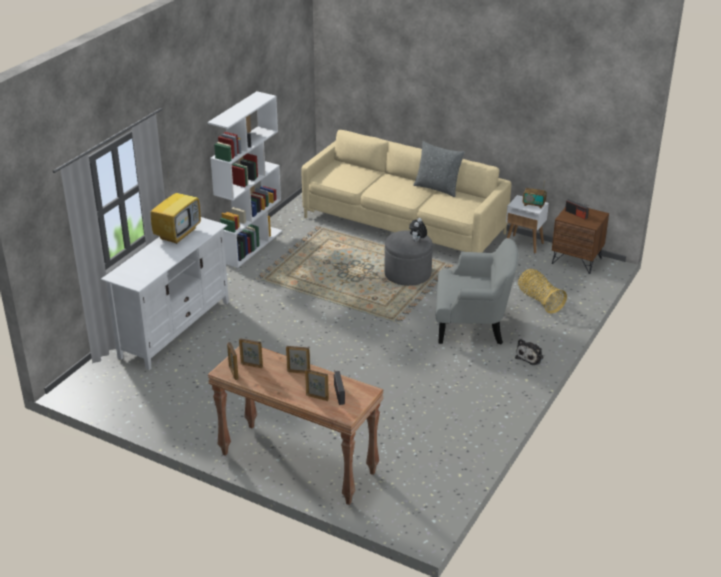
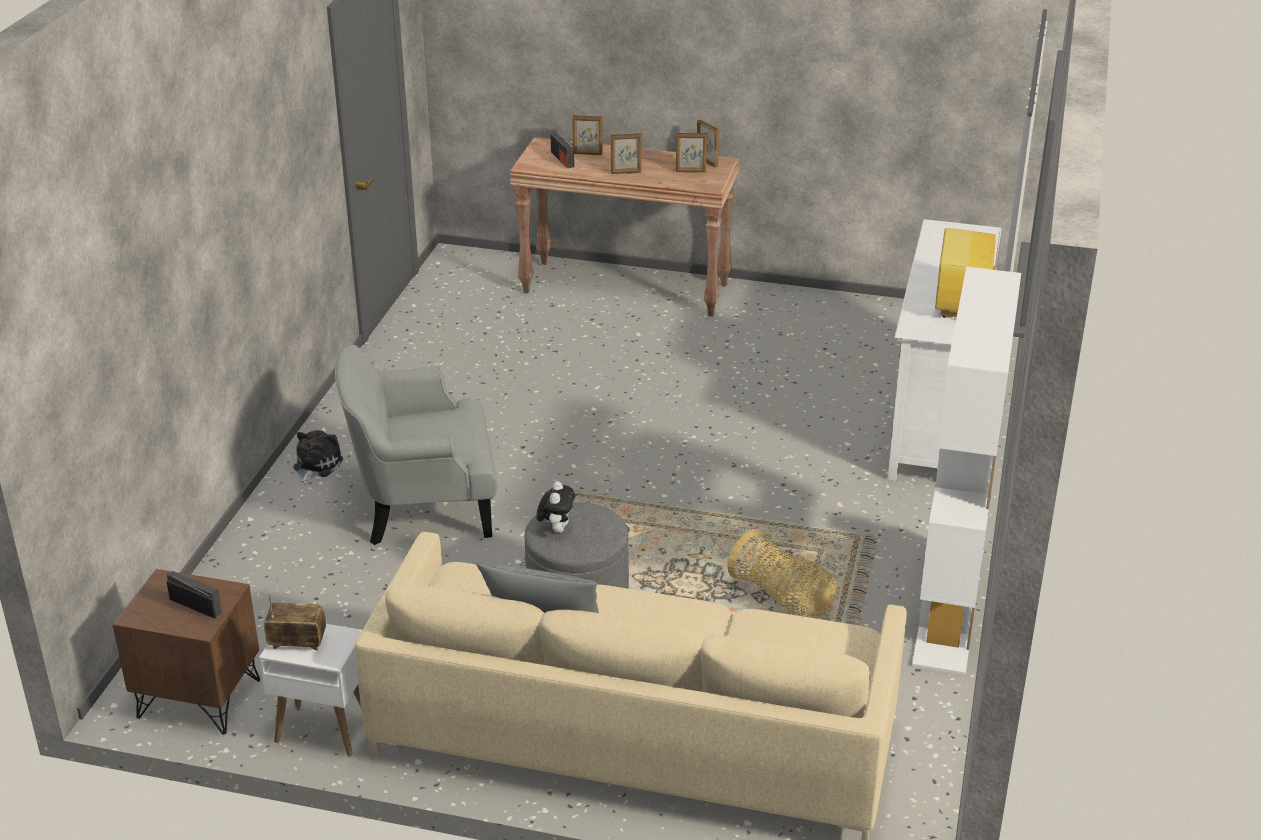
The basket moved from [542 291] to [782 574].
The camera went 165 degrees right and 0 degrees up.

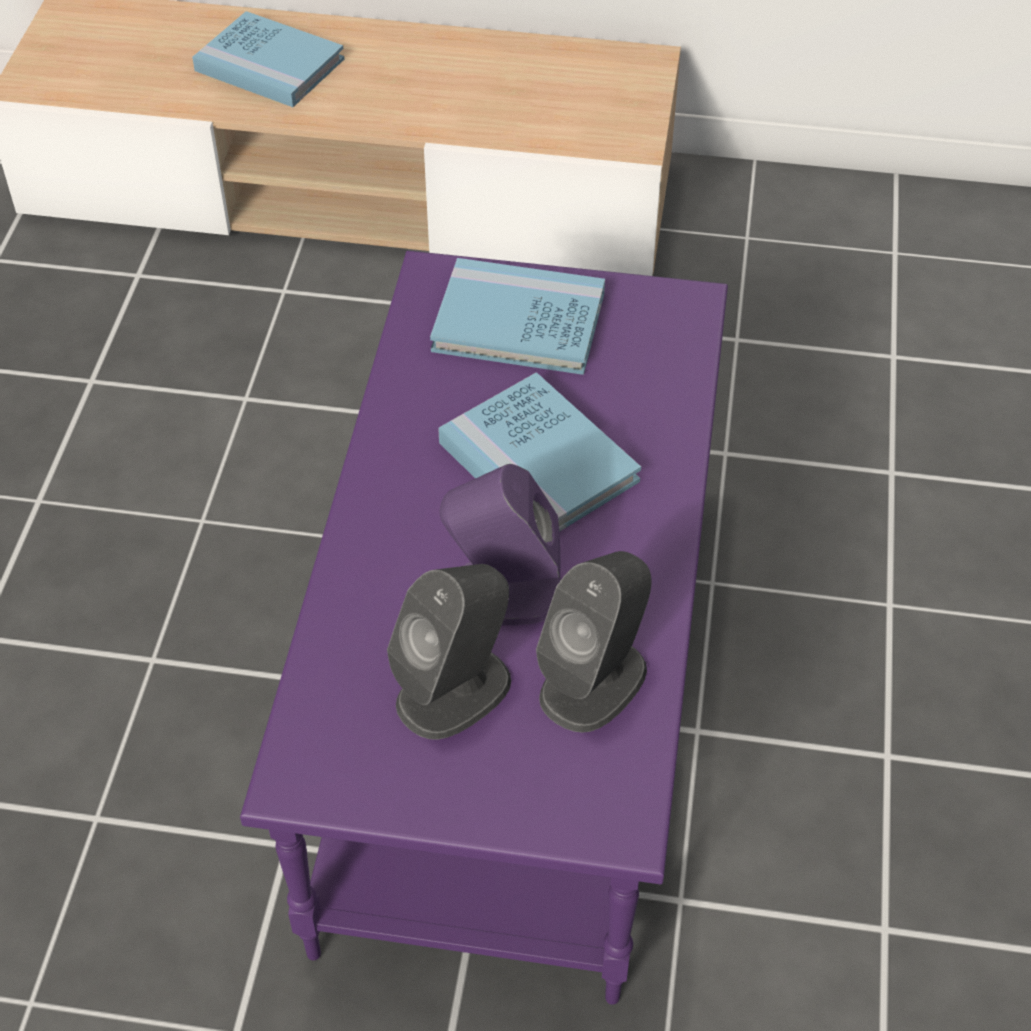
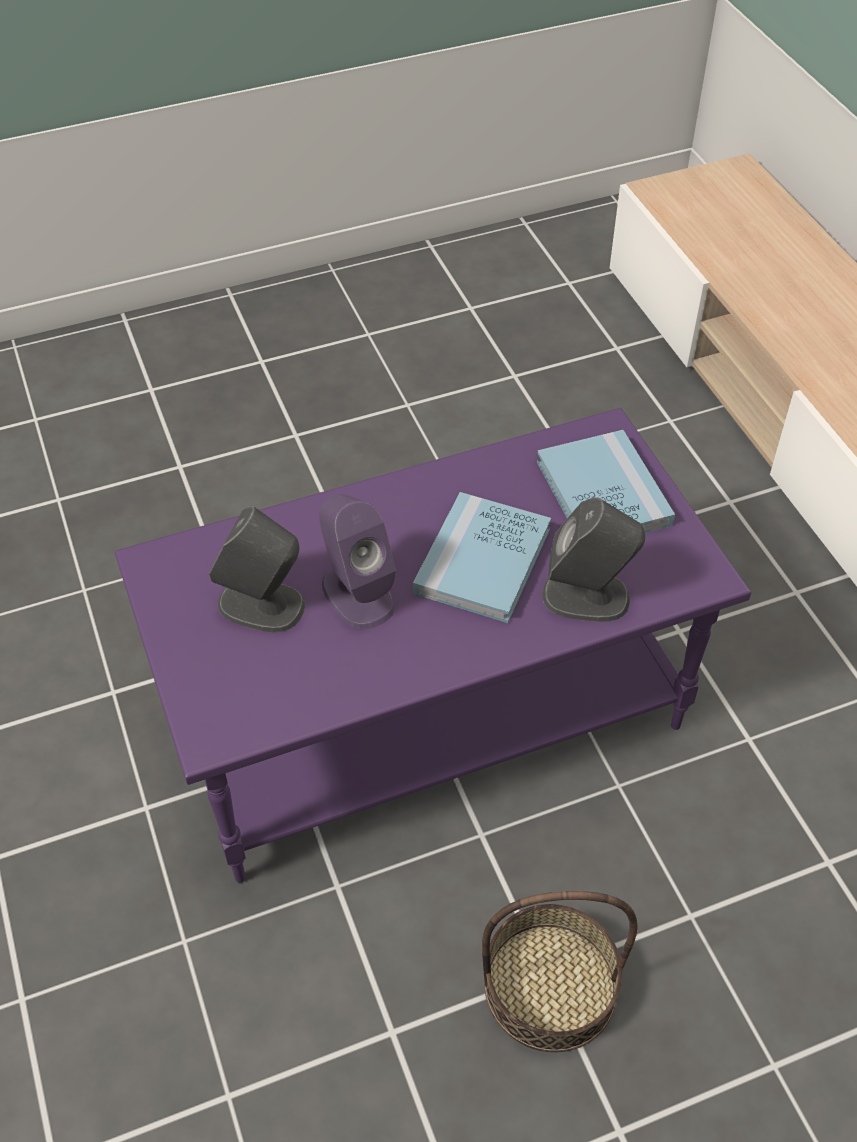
The volume (bluish) at [268 59] disappeared.
The audio speaker (grey) moved from [594 642] to [593 559].
The basket at [560 971] appeared.
The camera went 60 degrees right and 0 degrees up.

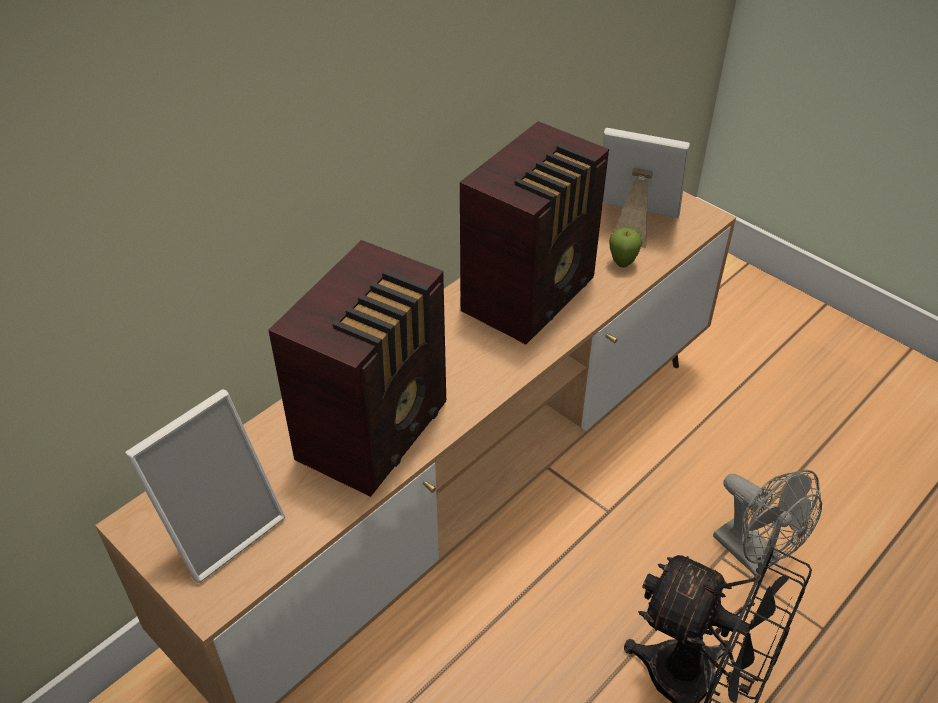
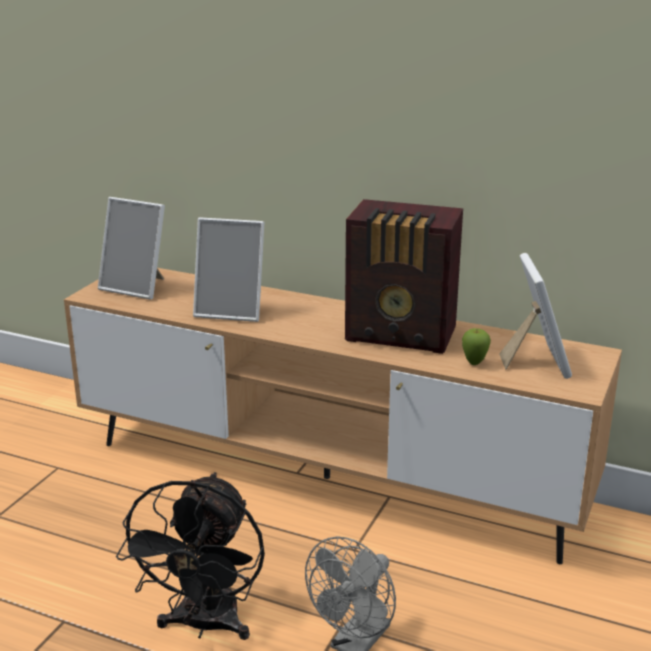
The radio at [357 368] was replaced by the standing frame at [228 269].
The camera went 70 degrees right and 20 degrees down.

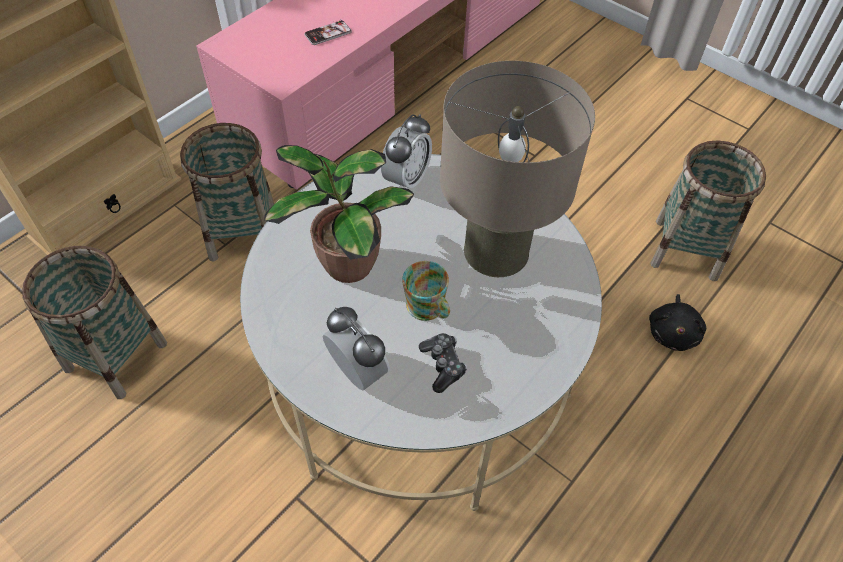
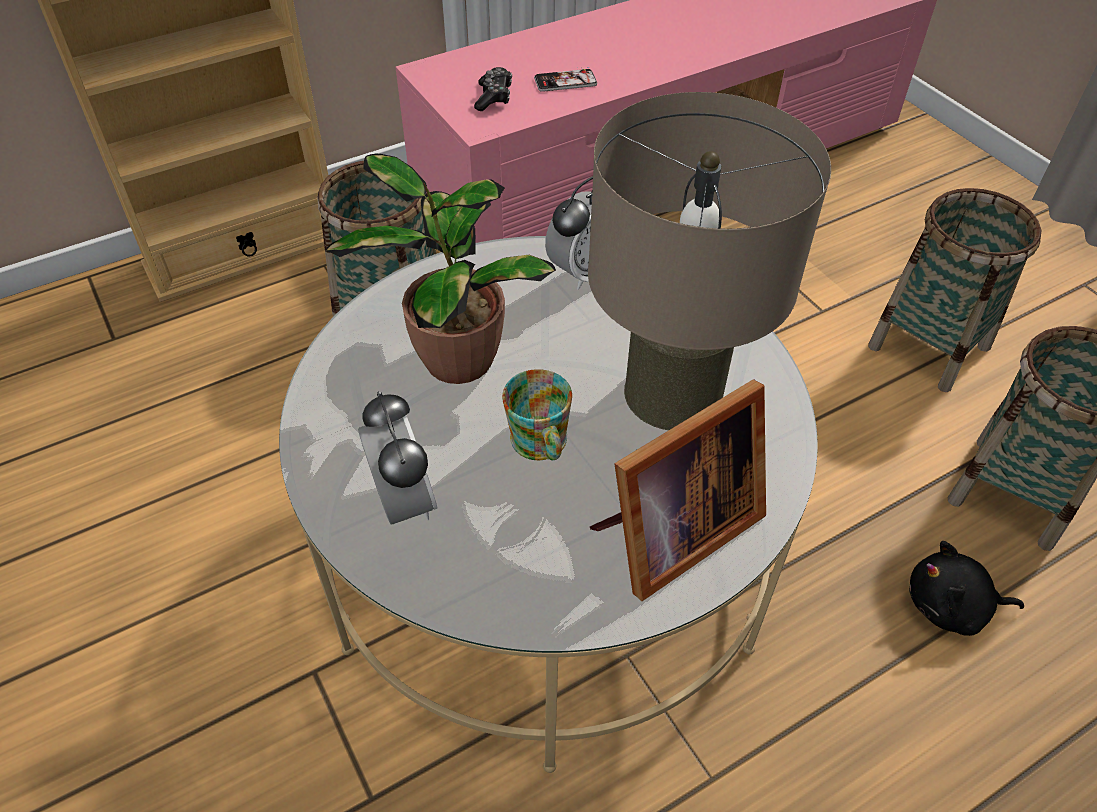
The basket moved from [94 322] to [954 290].
The joypad moved from [443 363] to [493 89].
The soft toy (black-coloured) at [677 322] turned 60 degrees clockwise.
The standing frame at [678 490] appeared.
The camera went 20 degrees right and 5 degrees down.

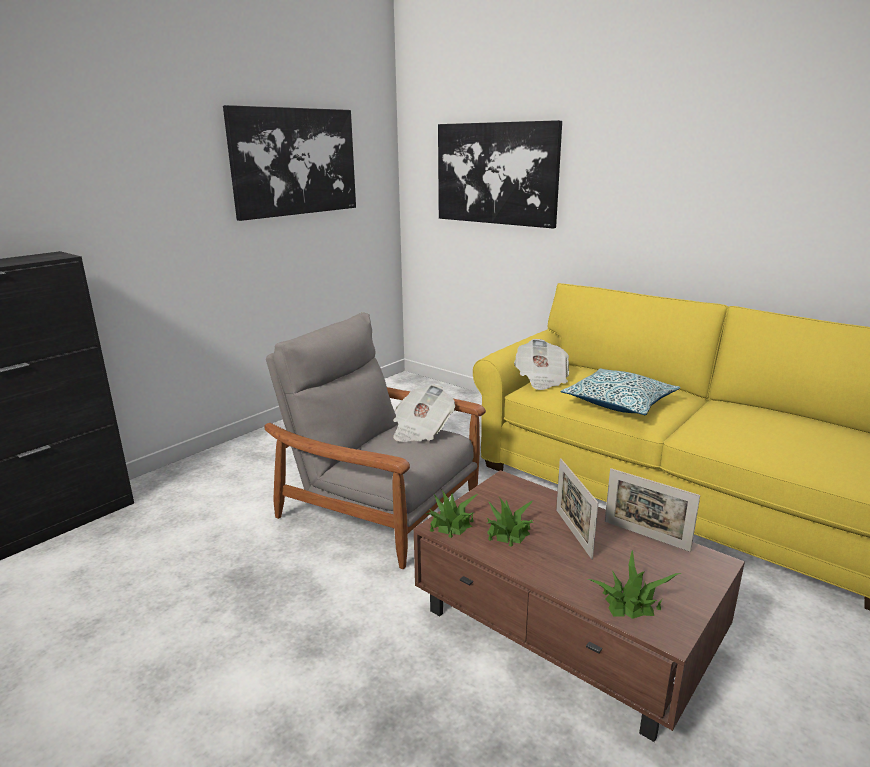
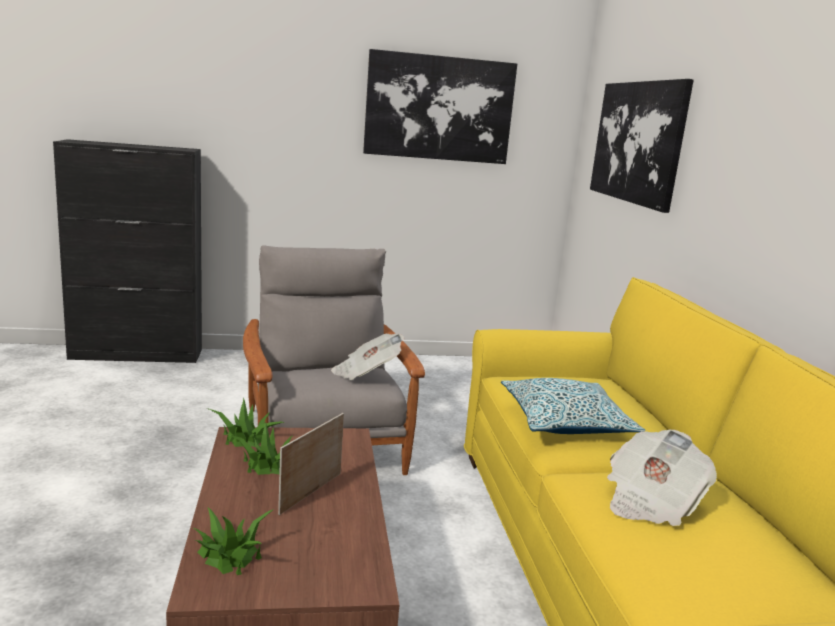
The printed paper moved from [541 364] to [662 478].
The standing frame at [652 510] disappeared.
The camera went 40 degrees right and 5 degrees down.

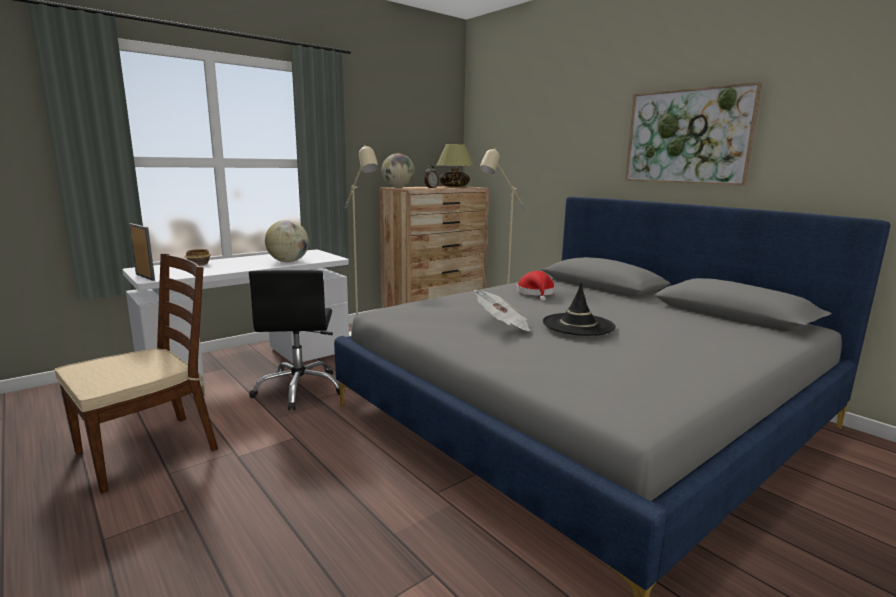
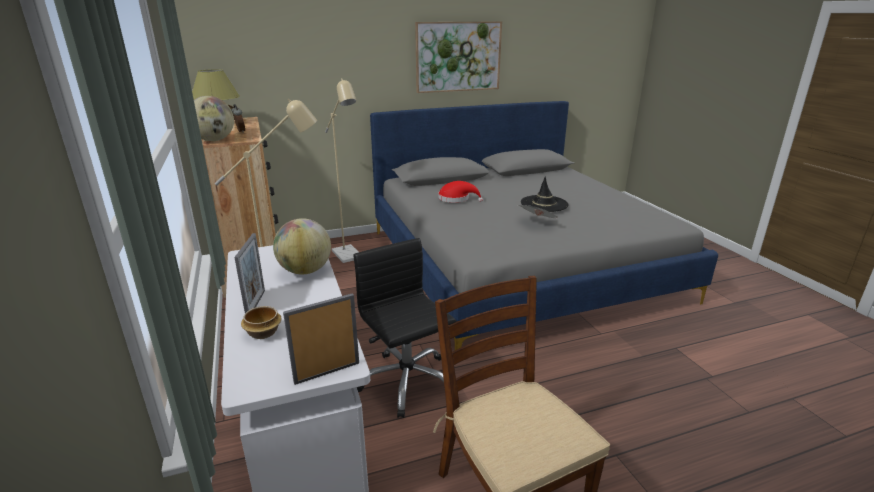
The computer chair (black-coloured) at [297 340] turned 135 degrees counterclockwise.
The standing frame at [249 273] appeared.
The camera went 70 degrees left and 10 degrees up.

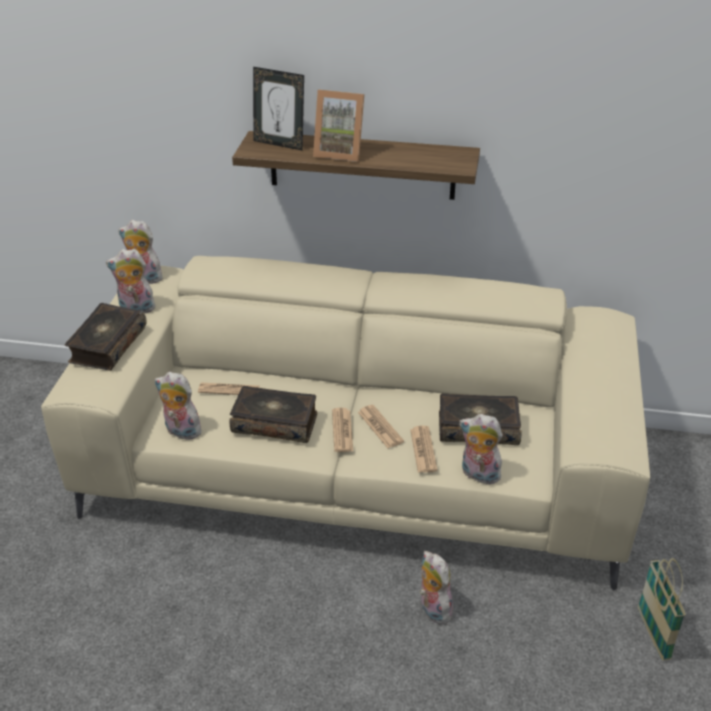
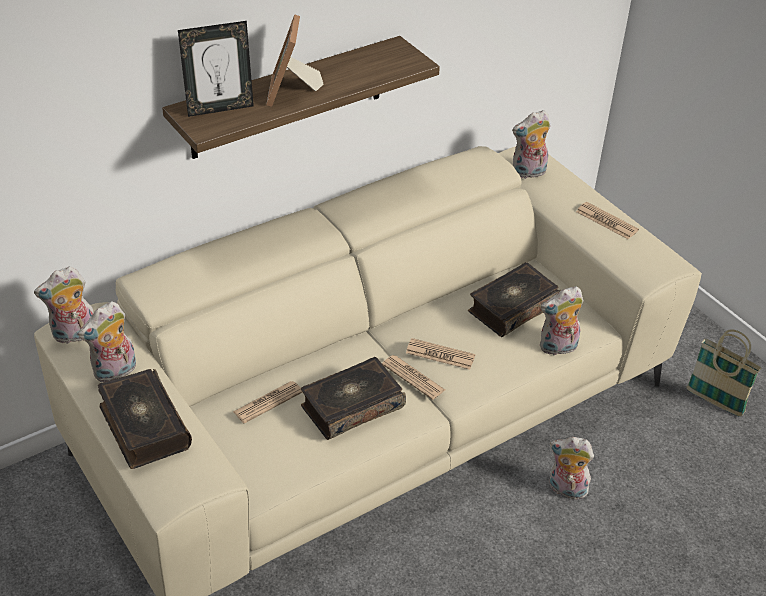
The soft toy moved from [177 406] to [531 144].
The standing frame at [338 126] turned 120 degrees clockwise.
The printed paper moved from [423 449] to [607 220].
The camera went 45 degrees left and 5 degrees up.

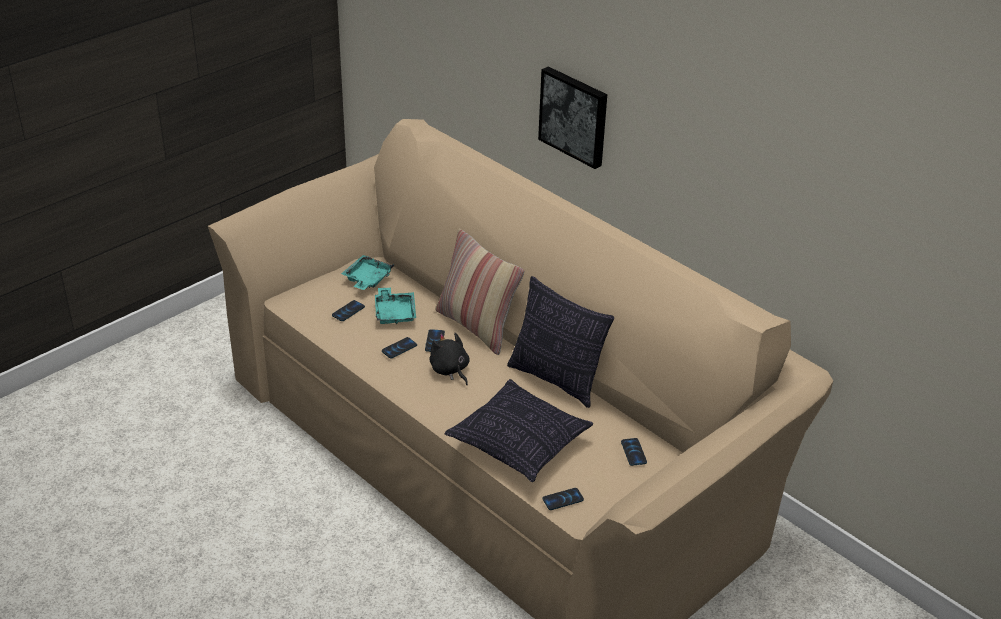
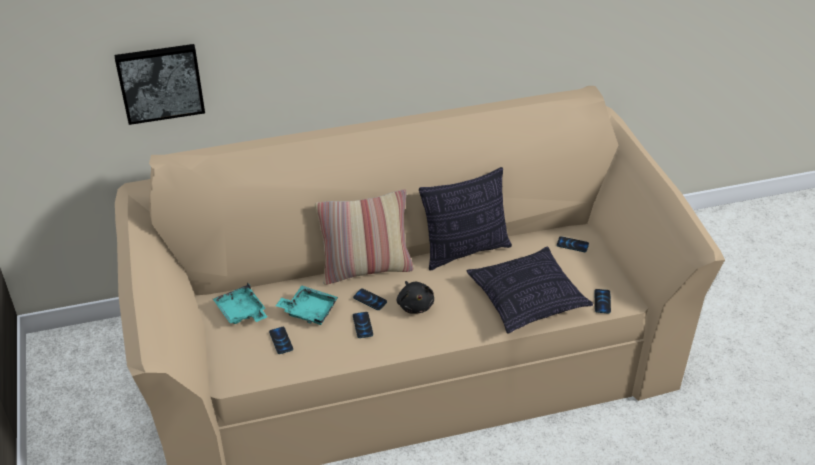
The soft toy (black-coloured) at [449 359] turned 105 degrees counterclockwise.
The picture moved from [572 117] to [159 84].
The camera went 60 degrees left and 5 degrees up.

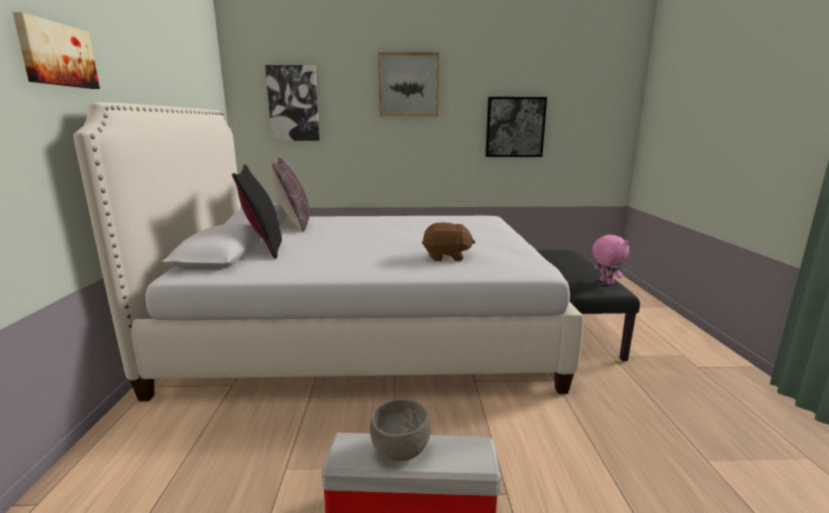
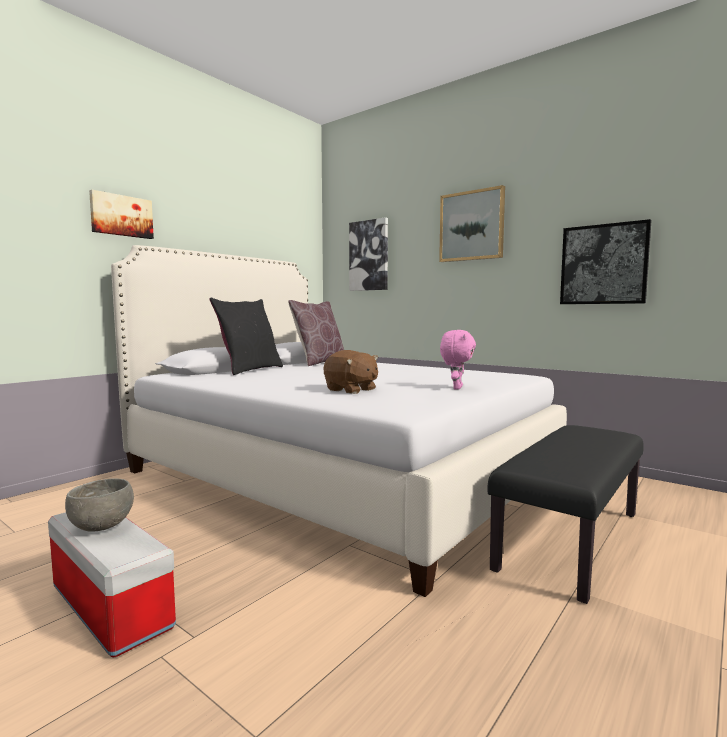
The soft toy (pinkish) moved from [610 259] to [458 360].
The camera went 40 degrees right and 10 degrees down.

